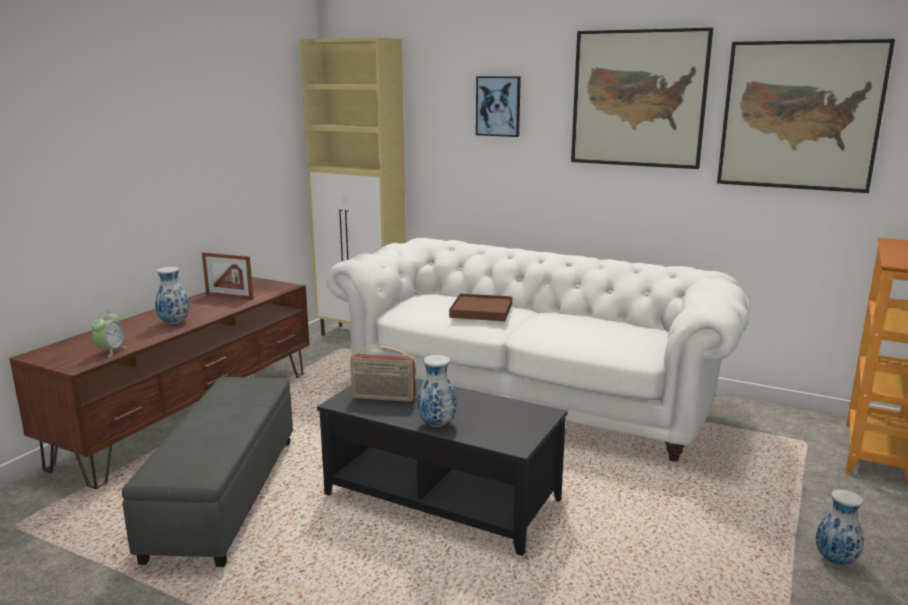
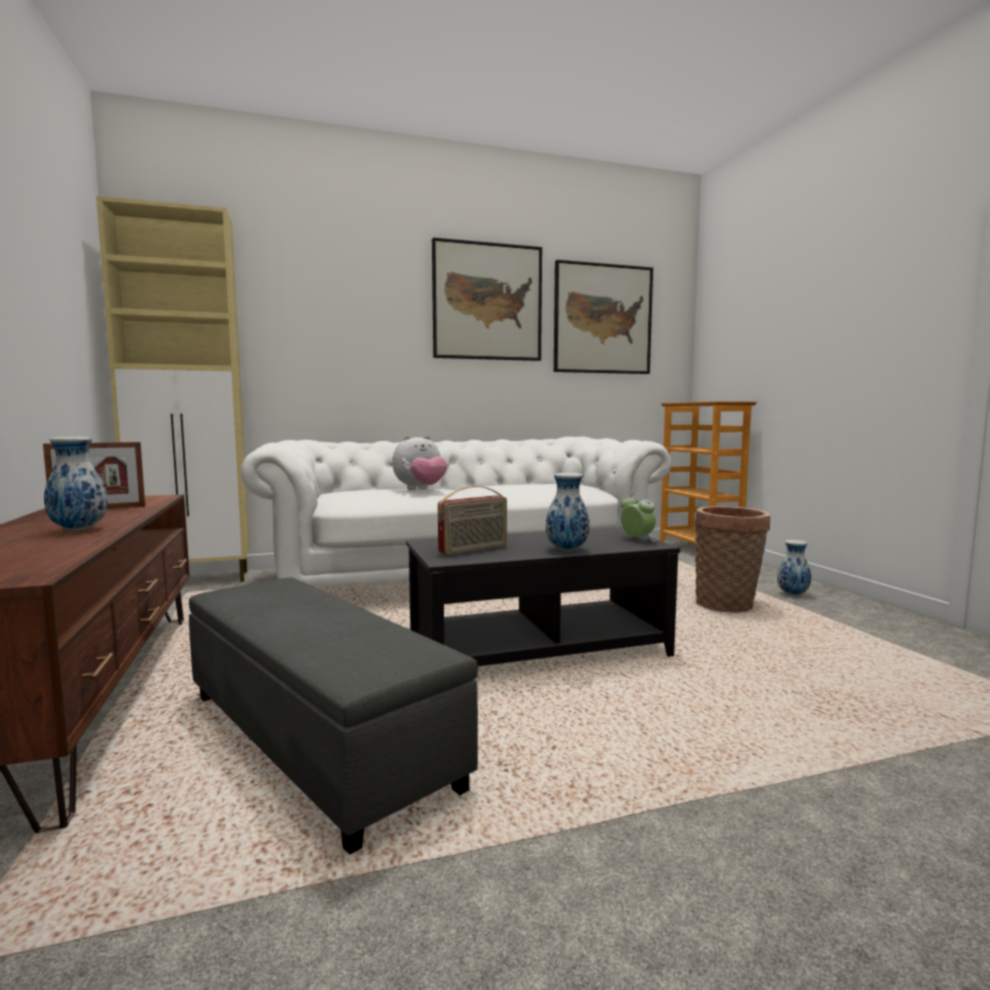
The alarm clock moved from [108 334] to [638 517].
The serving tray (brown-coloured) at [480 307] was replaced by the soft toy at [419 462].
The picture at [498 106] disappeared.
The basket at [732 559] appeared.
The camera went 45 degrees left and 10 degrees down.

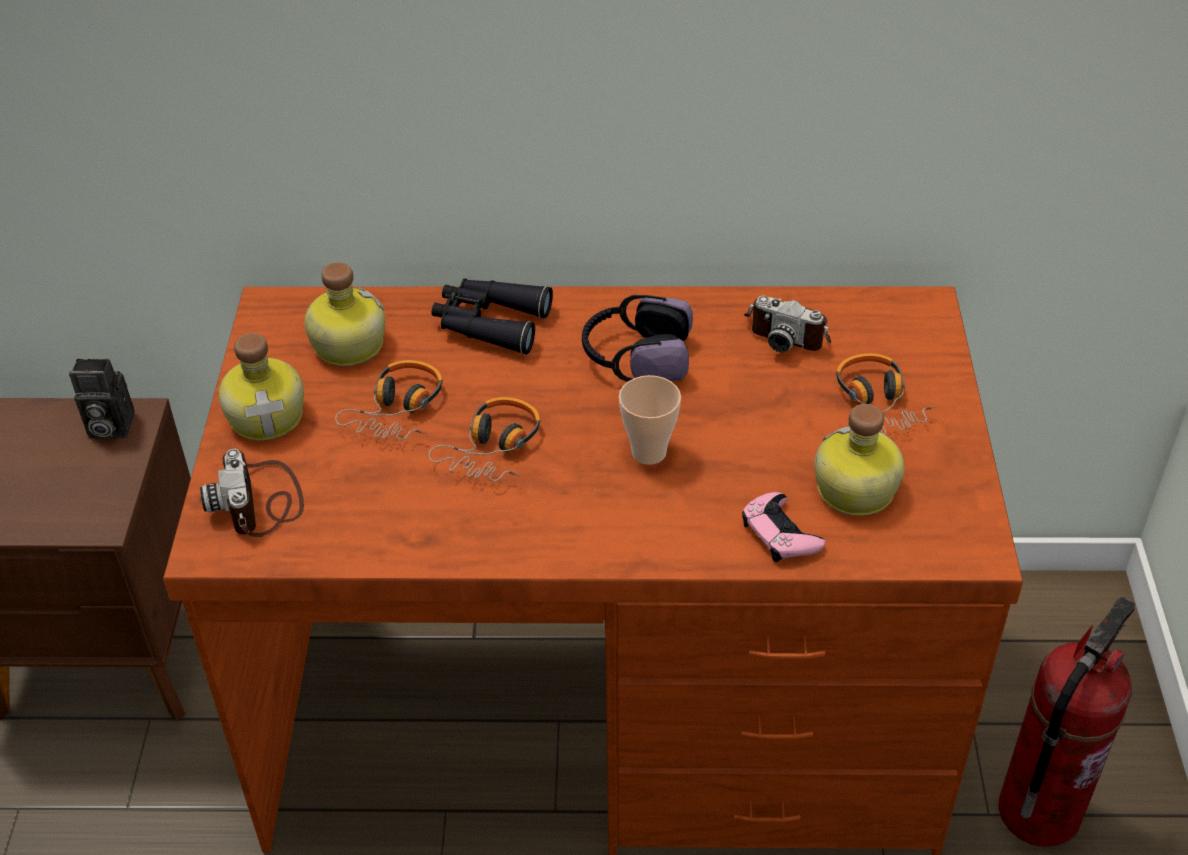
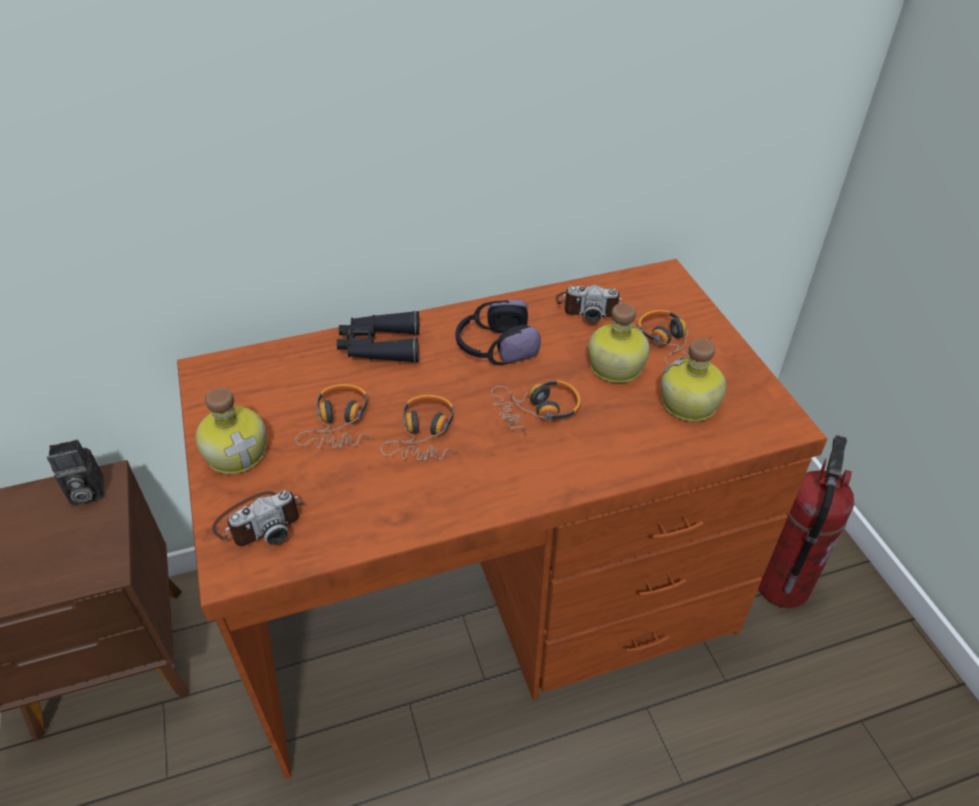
The photo camera at [252 493] turned 90 degrees counterclockwise.
The bottle moved from [344 314] to [619 343].
The cup at [650 420] was replaced by the pair of headphones at [536 407].
The joypad (pinkish) at [783 527] disappeared.
The camera went 20 degrees left and 0 degrees up.

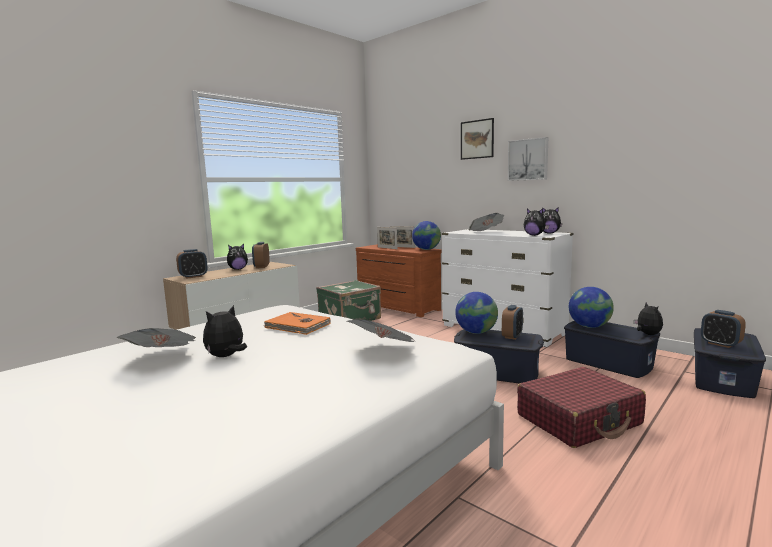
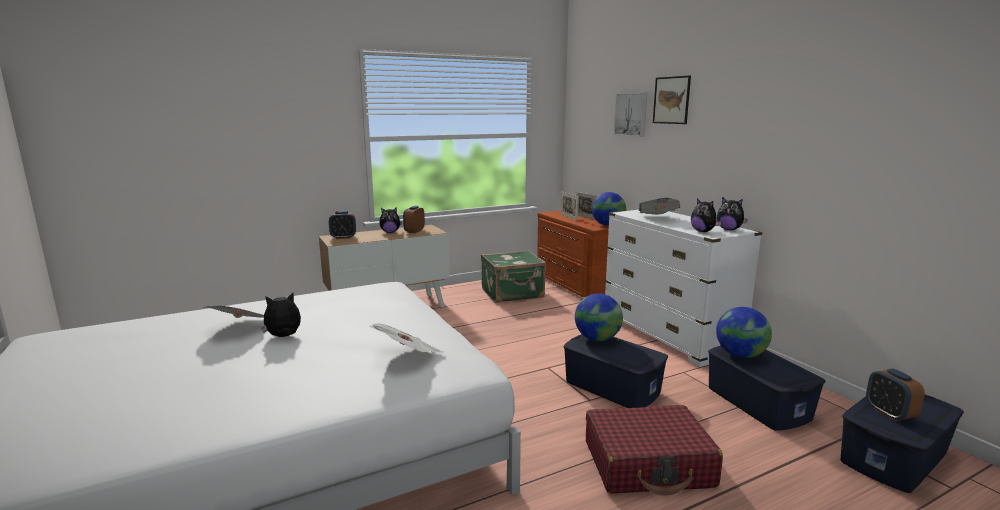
The volume (orangey) at [297 323] disappeared.
The alarm clock at [512 322] disappeared.
The picture moved from [528 159] to [630 115].
The soft toy at [648 318] disappeared.
The camera went 20 degrees right and 5 degrees up.

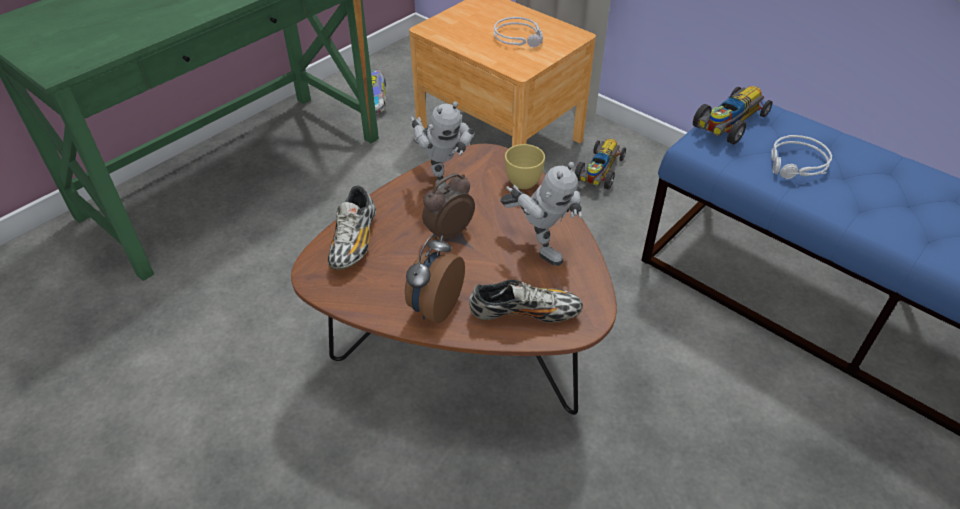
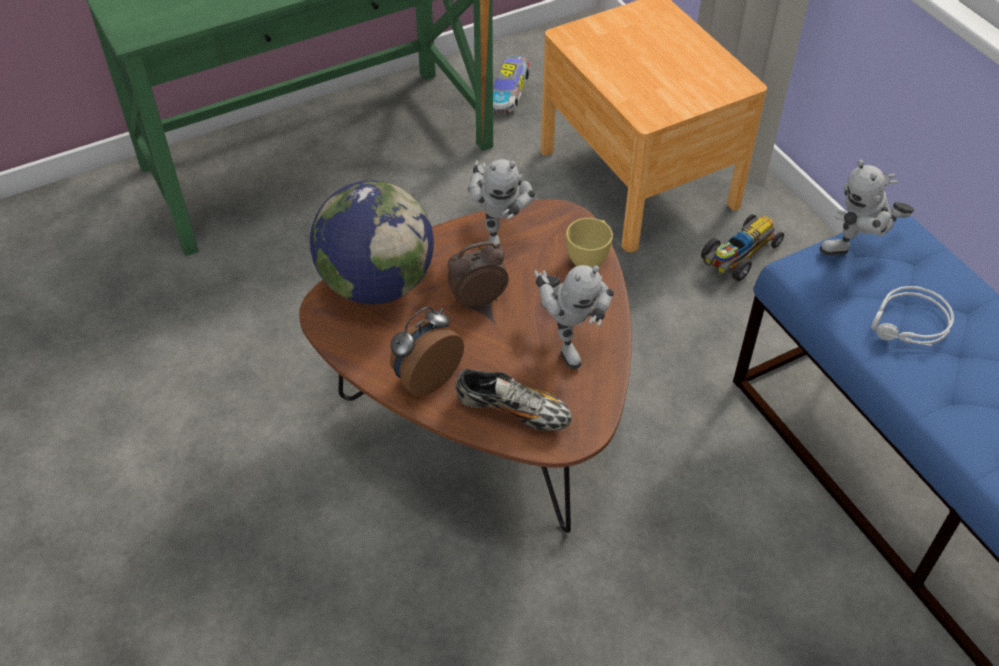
The shoe at [352 228] was replaced by the world globe at [372 242].
The pair of headphones (grey) at [518 32] disappeared.
The miniature car at [733 115] was replaced by the model robot at [866 207].
The camera went 20 degrees right and 5 degrees up.

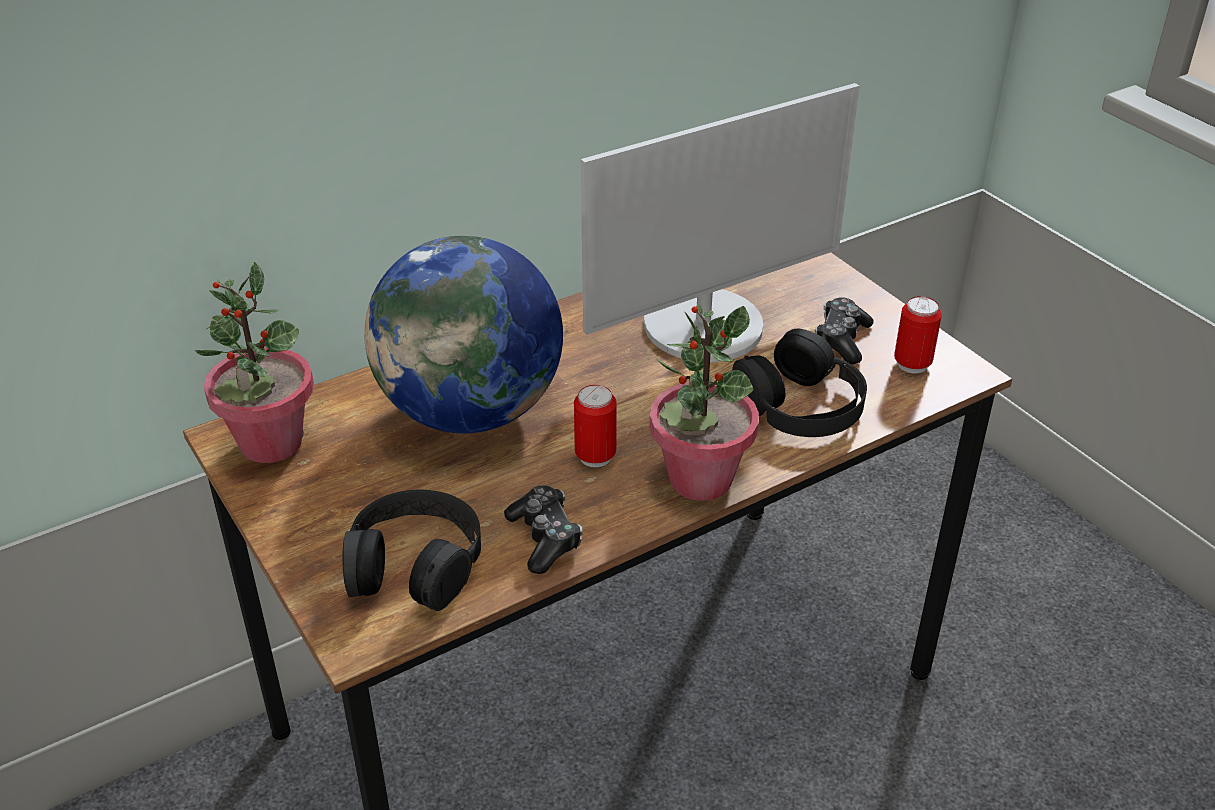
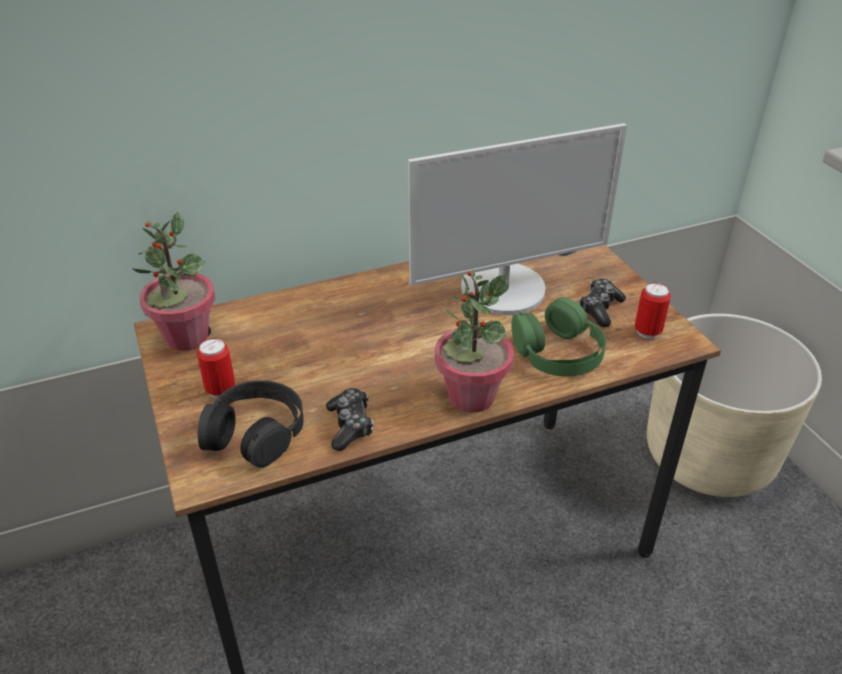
The world globe at [463 335] disappeared.
The can moved from [595 426] to [216 368].
The pair of headphones (black-coloured) at [799 382] became the pair of headphones (greenish) at [559 337].
The planter (beige-coloured) at [734 405] appeared.
The camera went 10 degrees right and 0 degrees up.

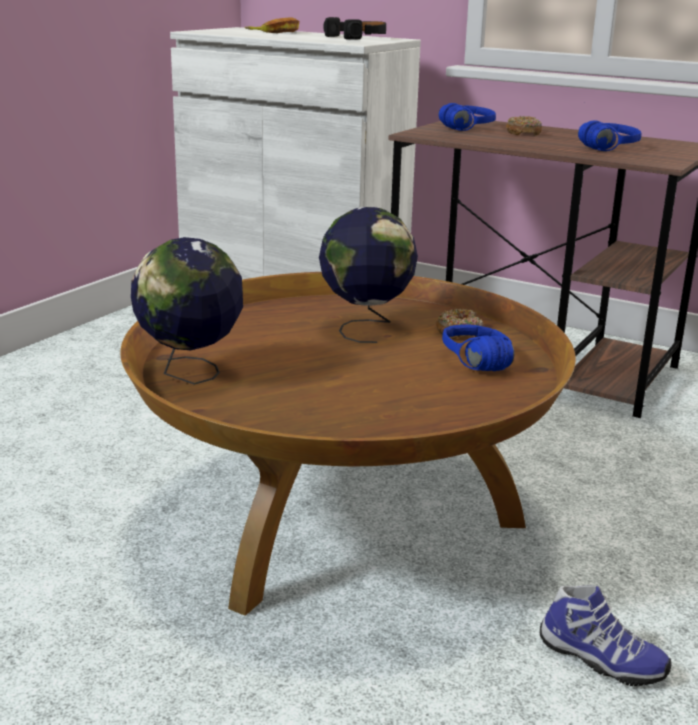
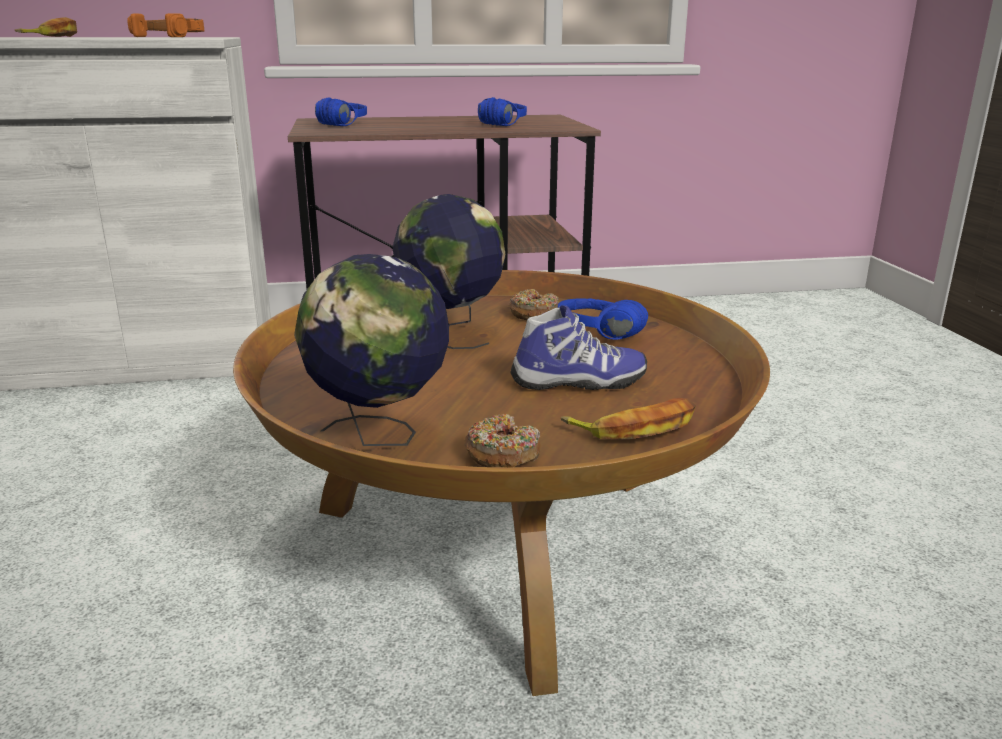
The pair of headphones (black-coloured) at [355 28] became the pair of headphones (orangey) at [165 25].
The doughnut moved from [524 126] to [502 440].
The shoe moved from [606 635] to [579 347].
The banana fruit at [628 419] appeared.
The camera went 40 degrees left and 0 degrees up.

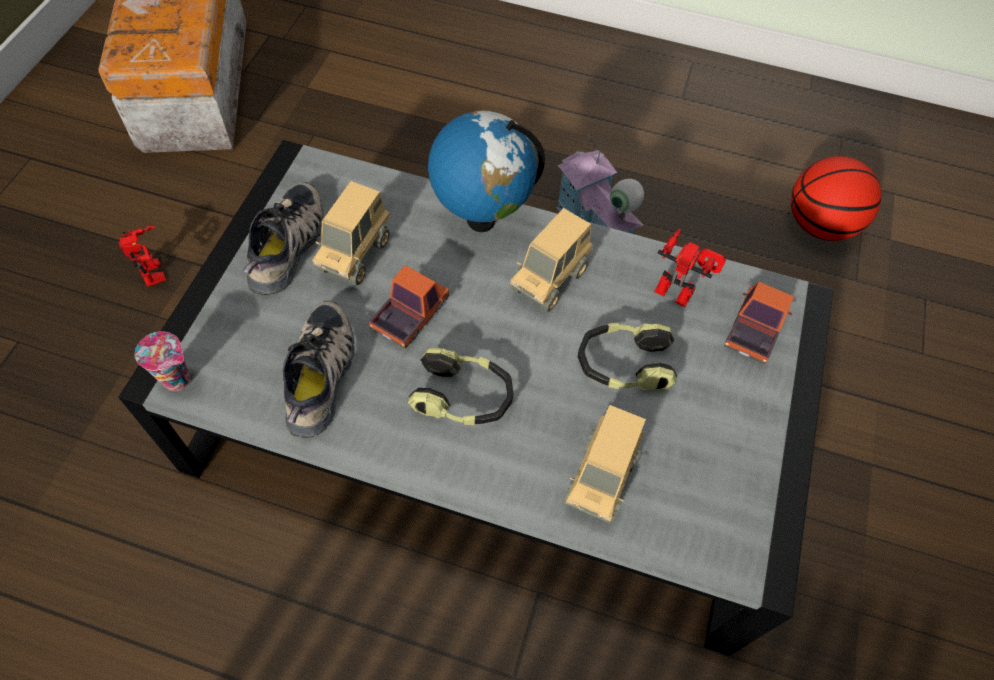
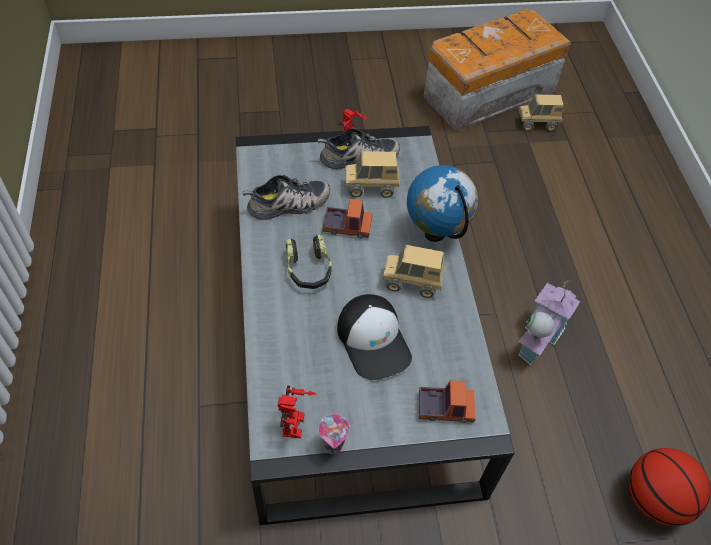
The cup moved from [162 361] to [334 434].
The toy lorry moved from [605 464] to [541 112].
The pair of headphones at [627 357] was replaced by the peaked cap at [374 337].
The model robot moved from [690 268] to [297 411].
The camera went 65 degrees right and 5 degrees down.

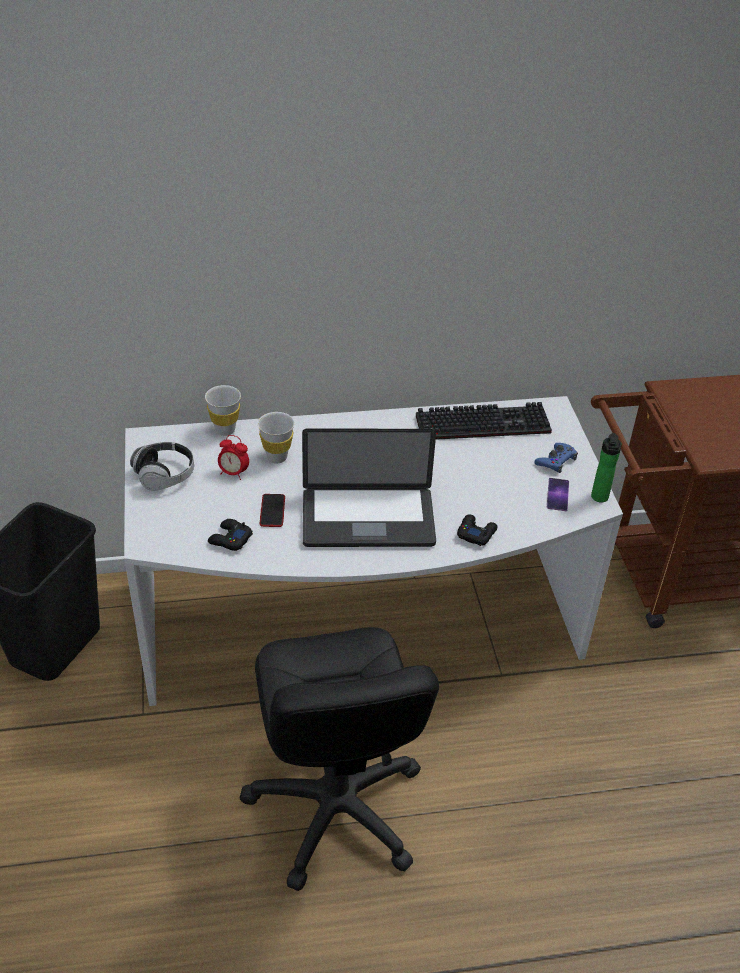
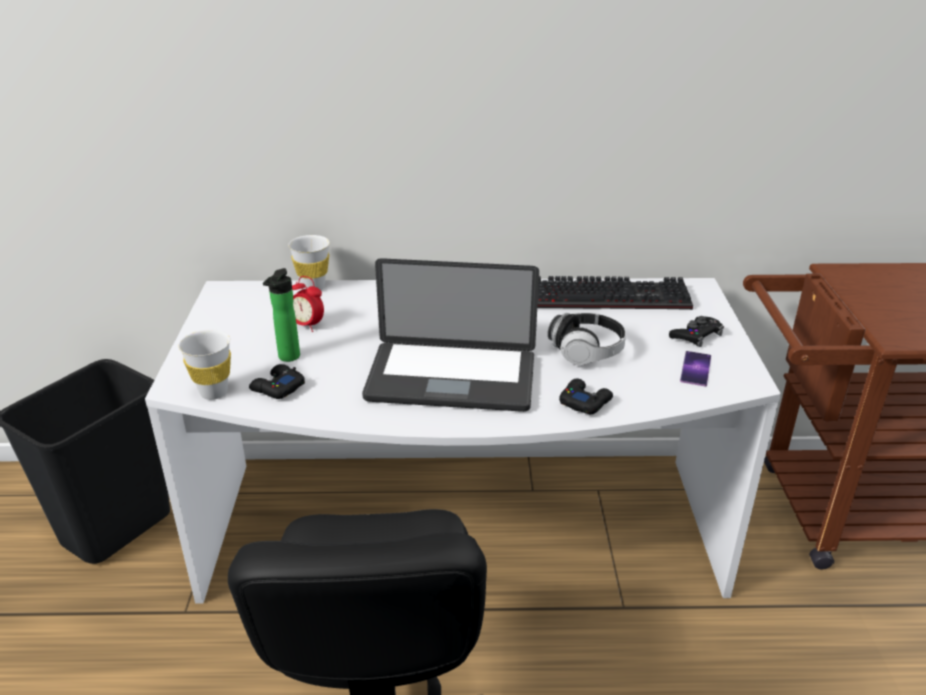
The pair of headphones moved from [162 466] to [587 339].
The cup (white) moved from [276 437] to [205 365].
The phone at [272 510] disappeared.
The joypad (bluish) at [556 458] became the joypad (black-coloured) at [696 331].
The bottle moved from [606 468] to [281 315].
The camera went 10 degrees right and 10 degrees down.

